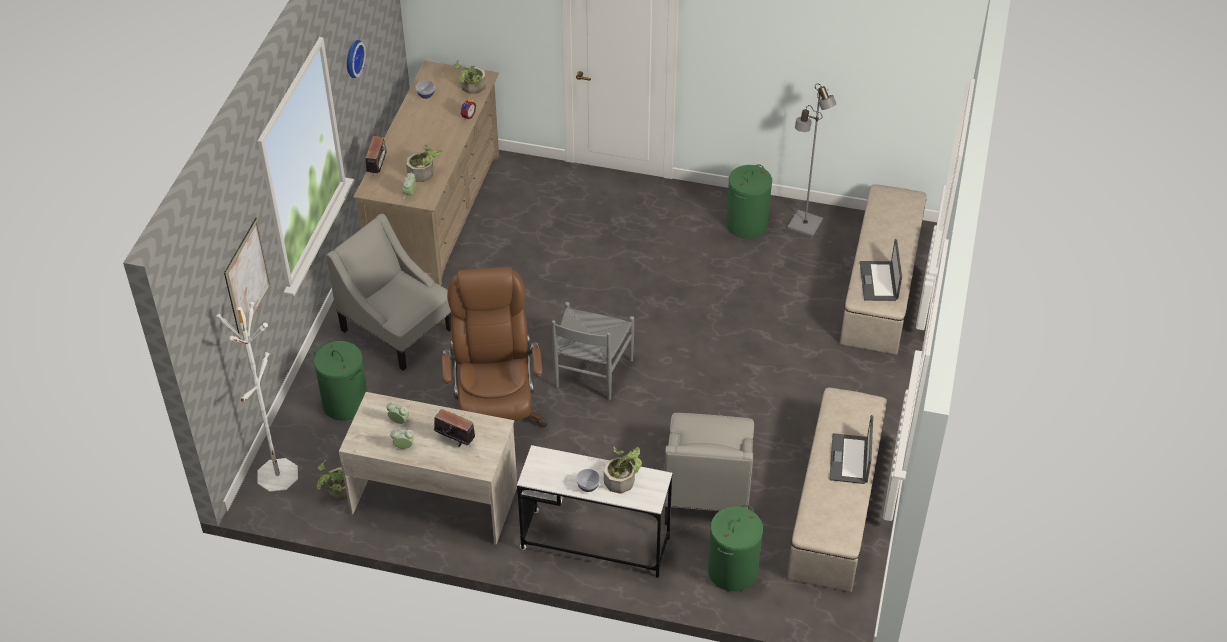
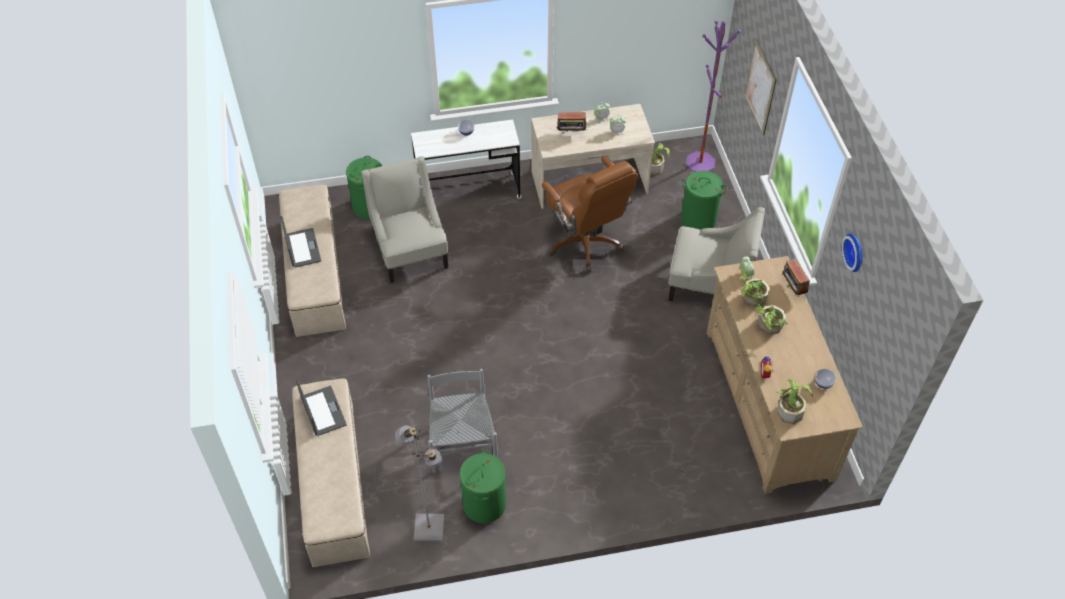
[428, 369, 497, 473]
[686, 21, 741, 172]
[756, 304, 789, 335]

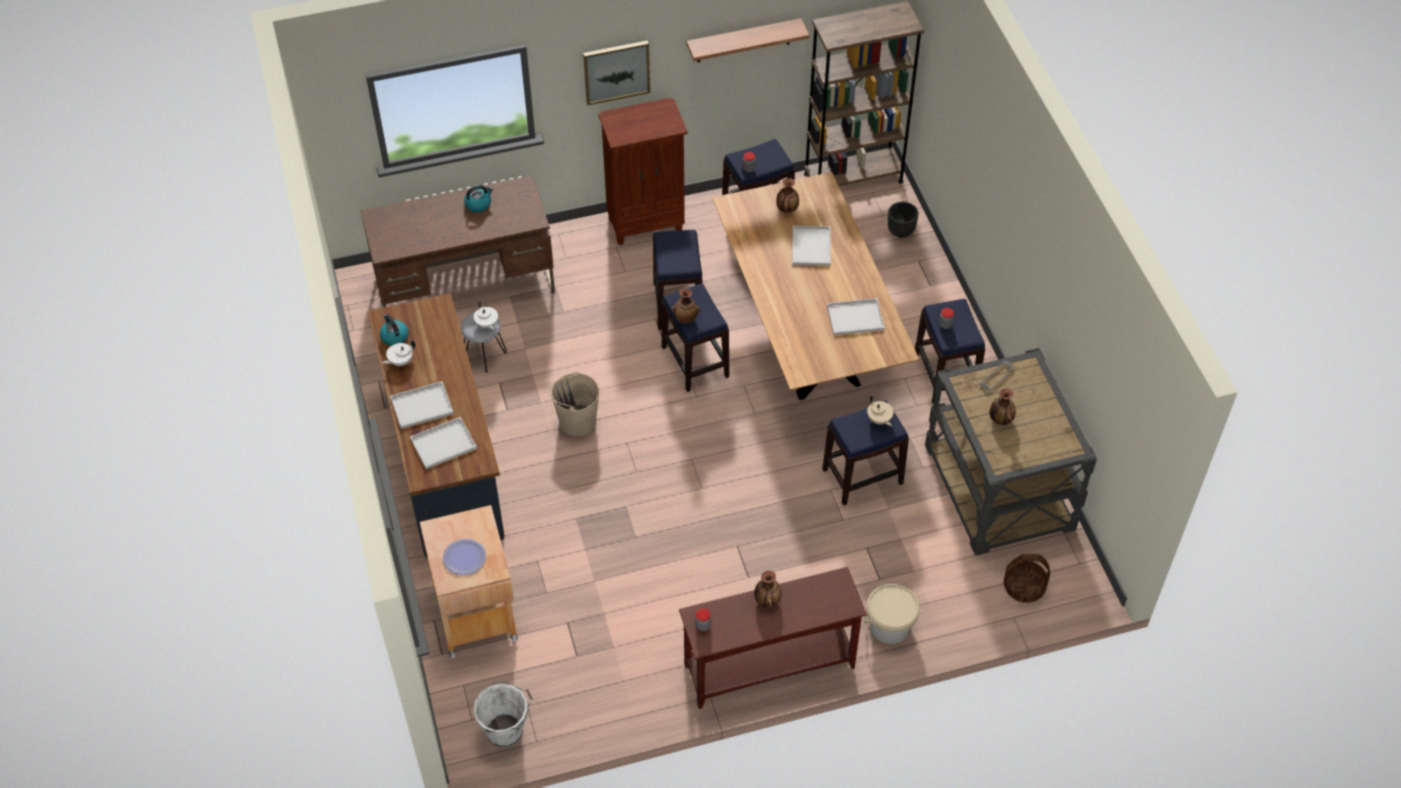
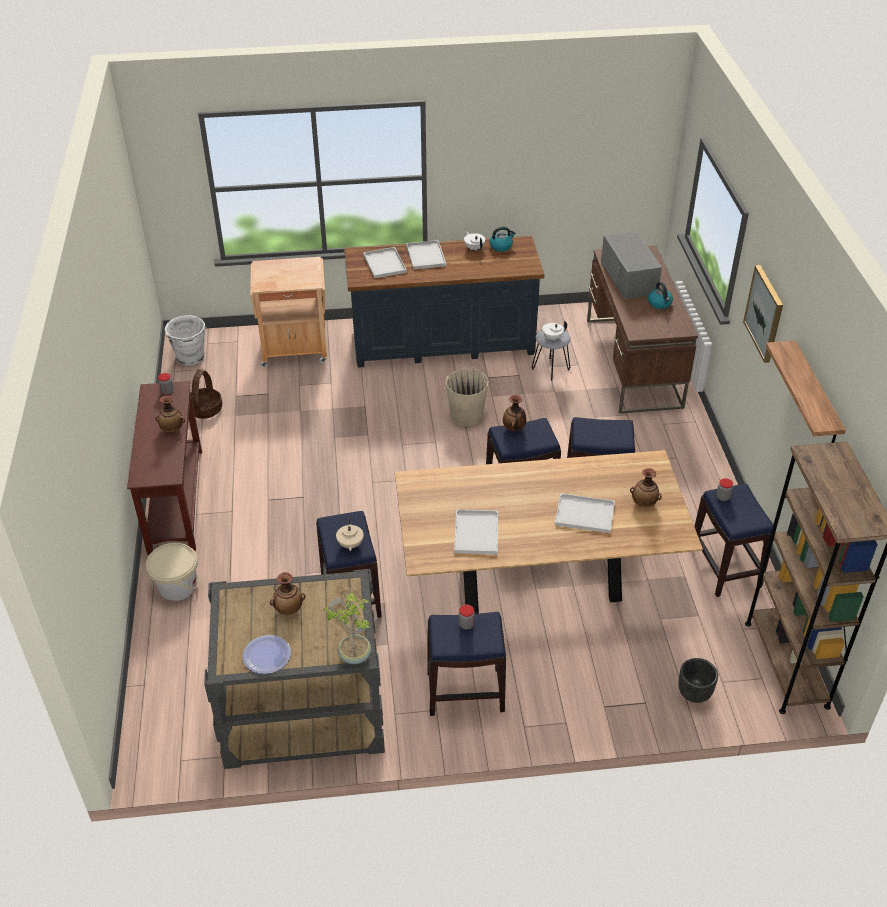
[191, 370, 222, 419]
[243, 635, 291, 674]
[324, 592, 371, 664]
[336, 517, 364, 551]
[601, 231, 662, 299]
[598, 98, 688, 245] (first image)

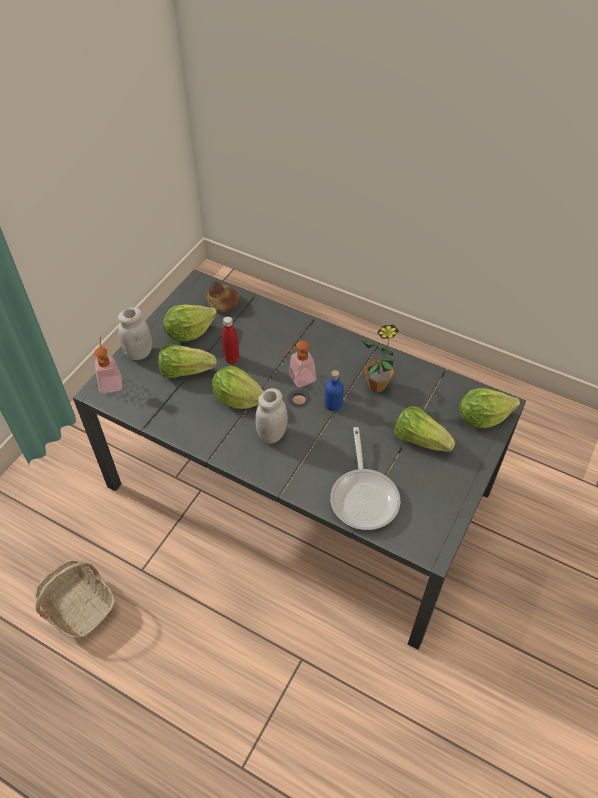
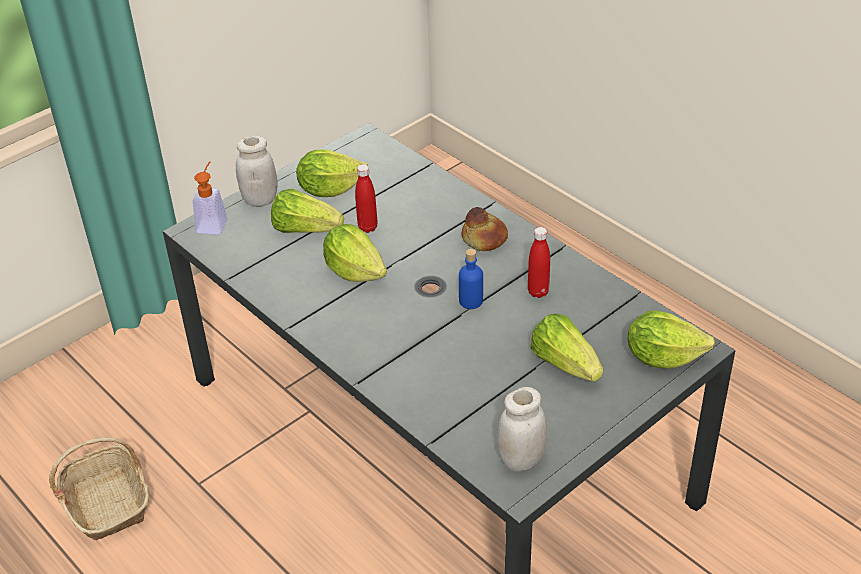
[462, 207, 508, 251]
[497, 387, 547, 472]
[528, 227, 550, 298]
[283, 341, 316, 388] (first image)
[330, 427, 400, 530] (first image)

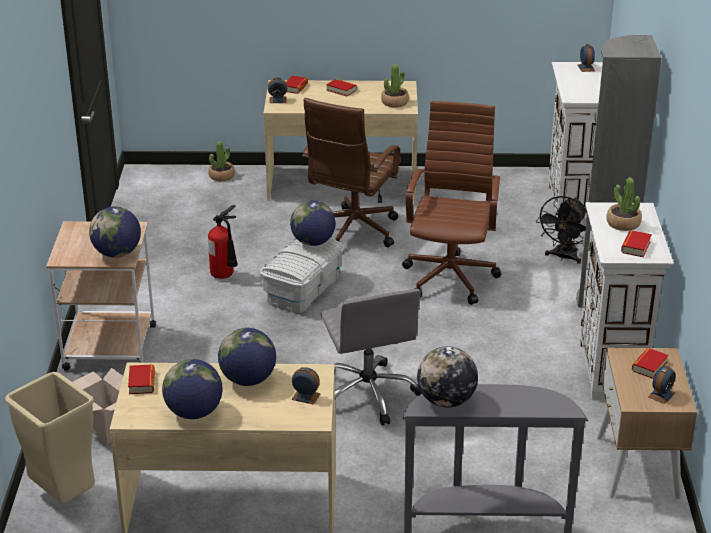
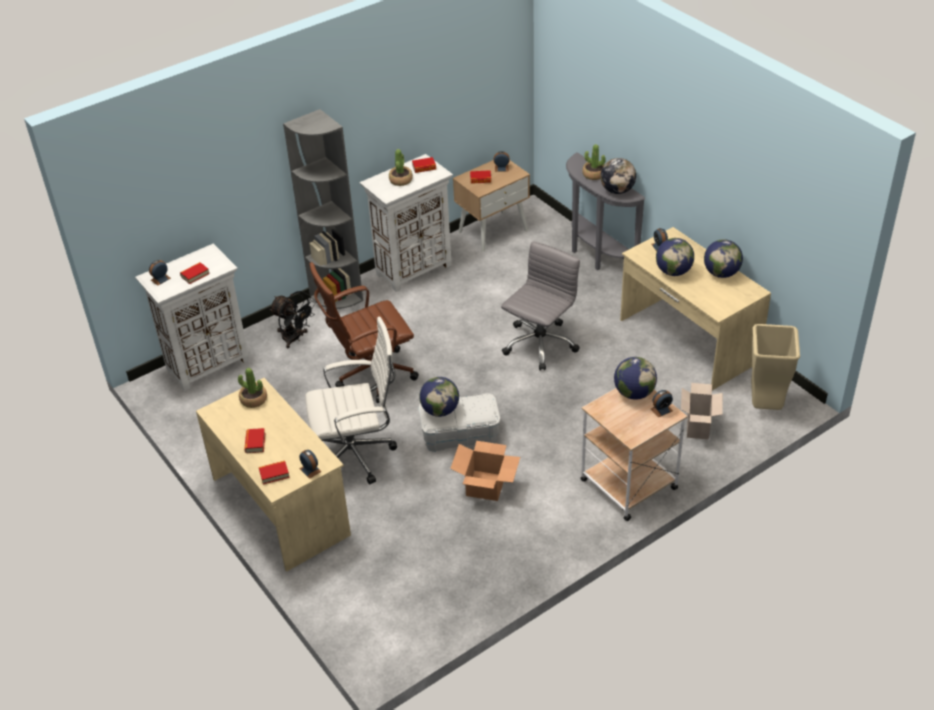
[180, 262, 210, 284]
[269, 291, 316, 348]
[305, 317, 397, 484]
[450, 441, 520, 501]
[582, 144, 606, 180]
[651, 390, 673, 417]

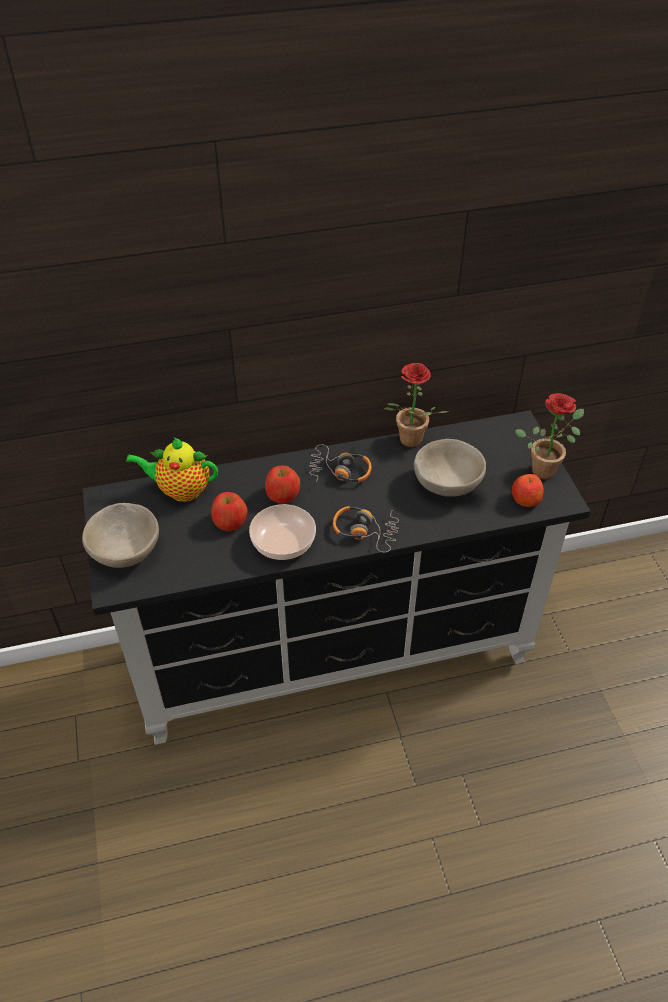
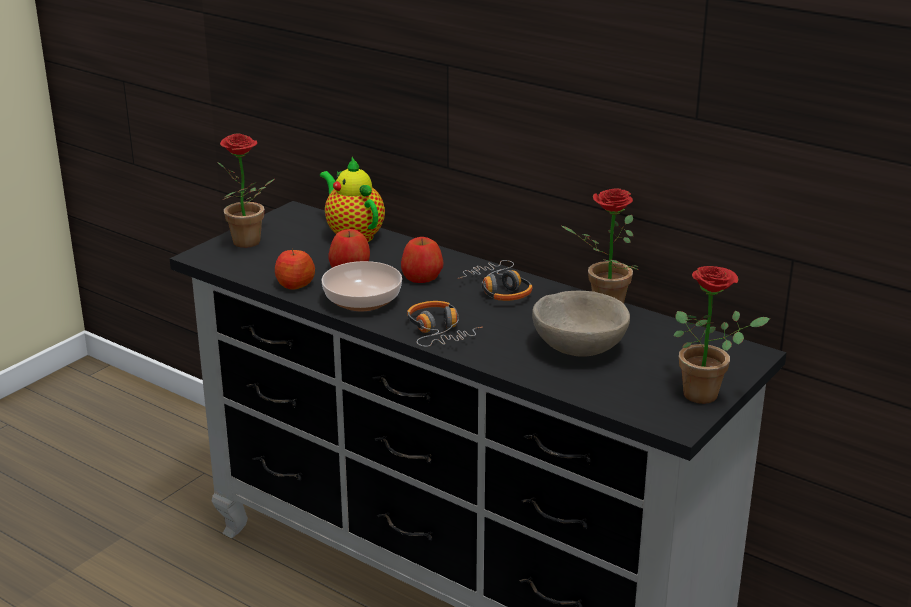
[218, 133, 274, 248]
[275, 248, 315, 290]

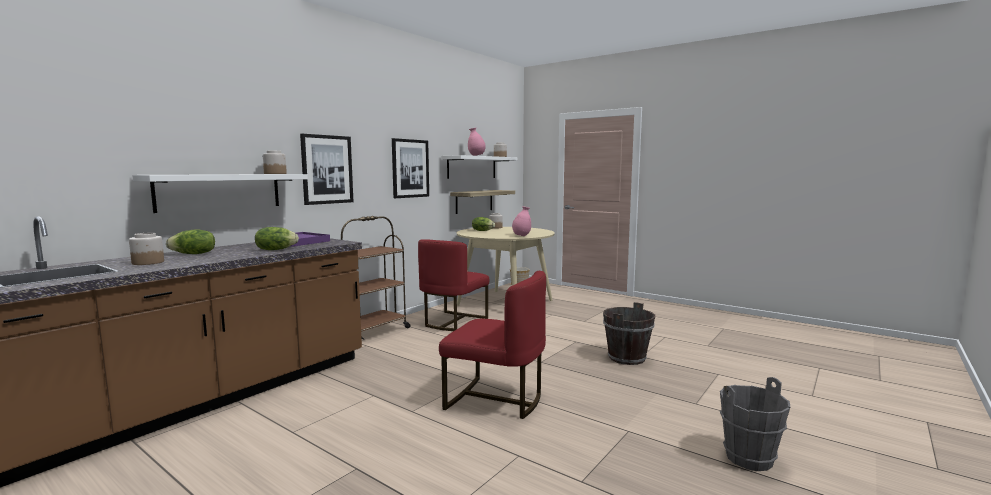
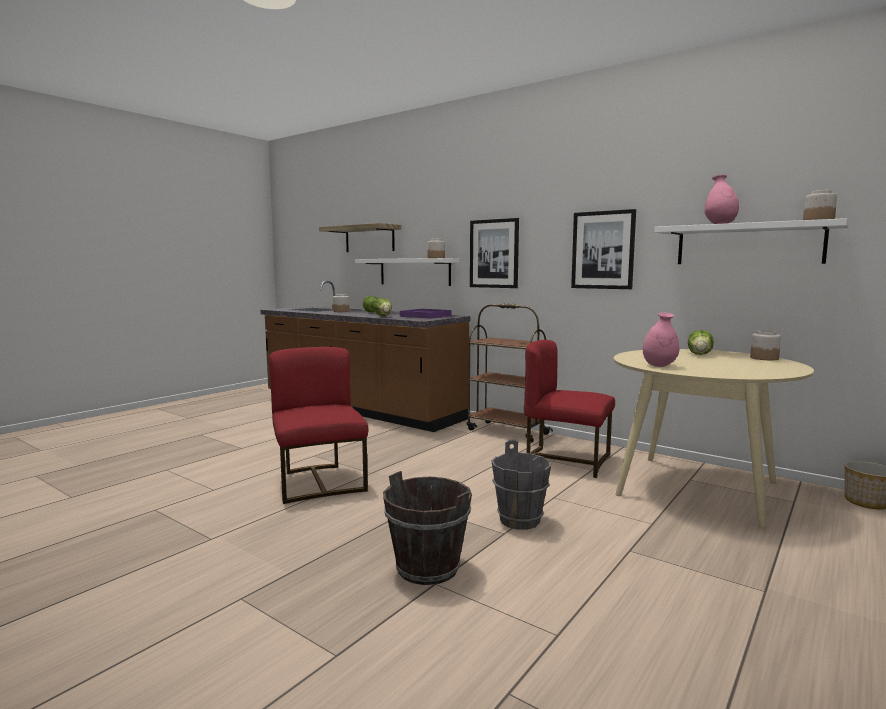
[269, 347, 368, 504]
[319, 223, 401, 252]
[492, 440, 551, 530]

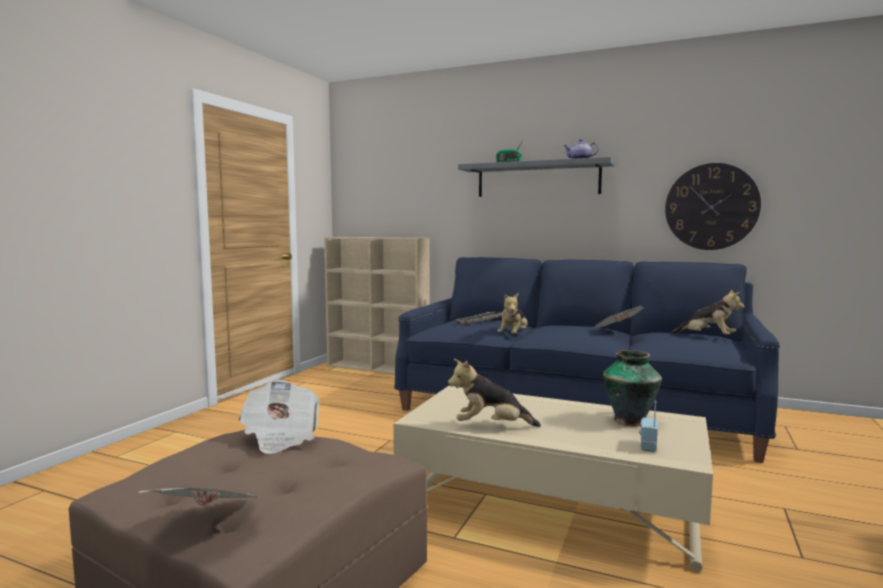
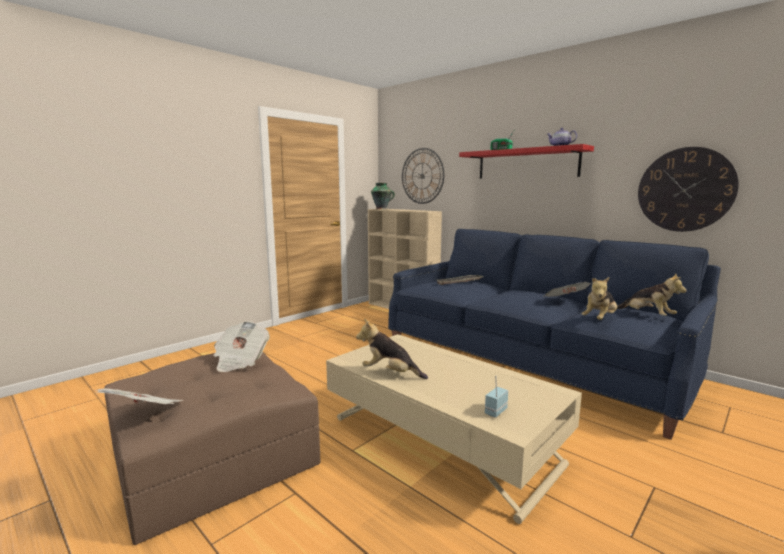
[371, 183, 395, 209]
[402, 148, 444, 204]
[459, 144, 594, 179]
[582, 277, 617, 320]

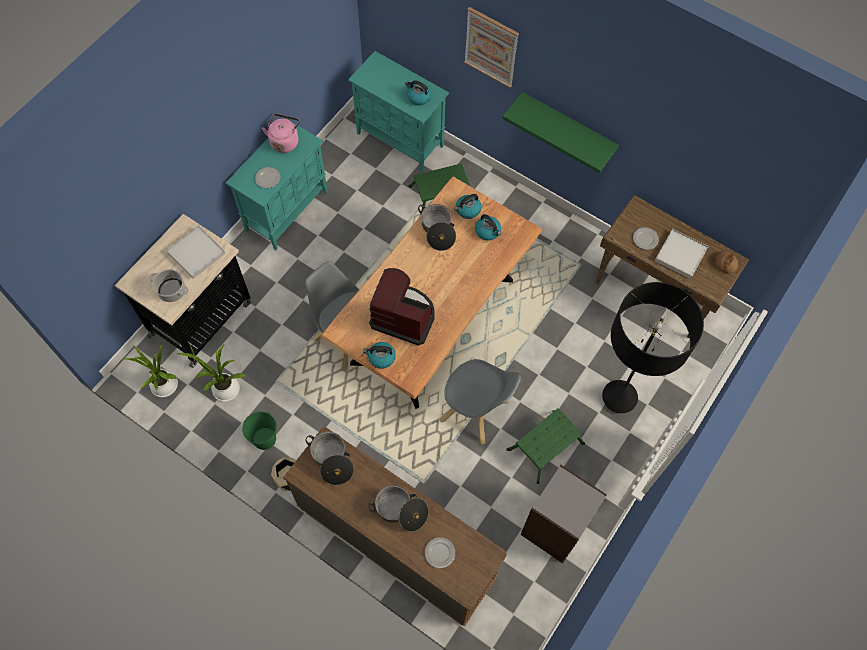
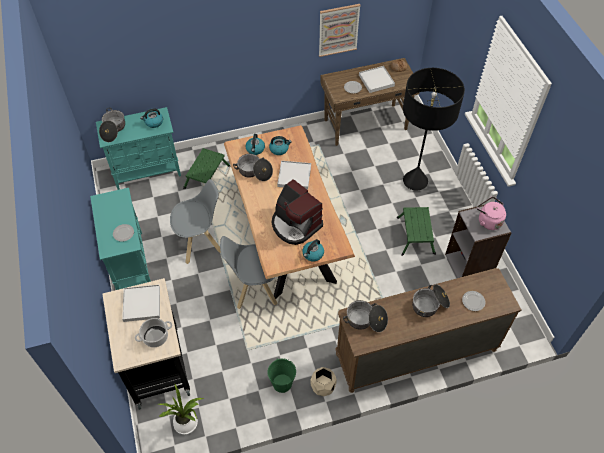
[99, 108, 125, 142]
[170, 179, 221, 264]
[272, 179, 323, 245]
[277, 161, 311, 190]
[319, 4, 361, 57]
[477, 197, 506, 230]
[178, 343, 246, 402] (first image)
[502, 92, 619, 173] (first image)

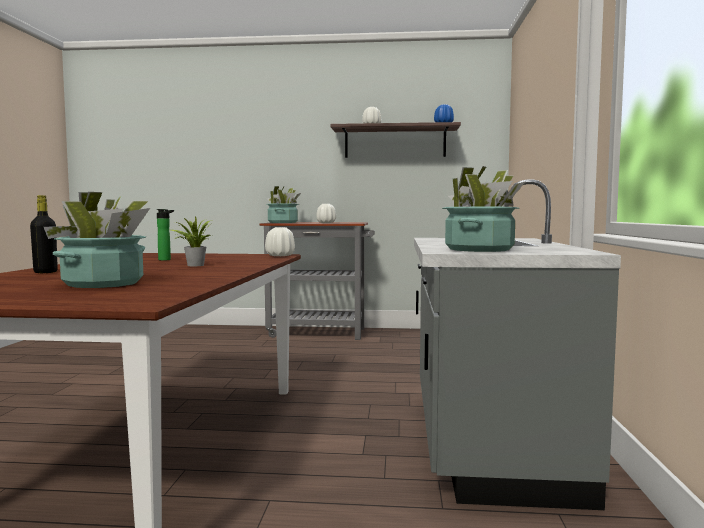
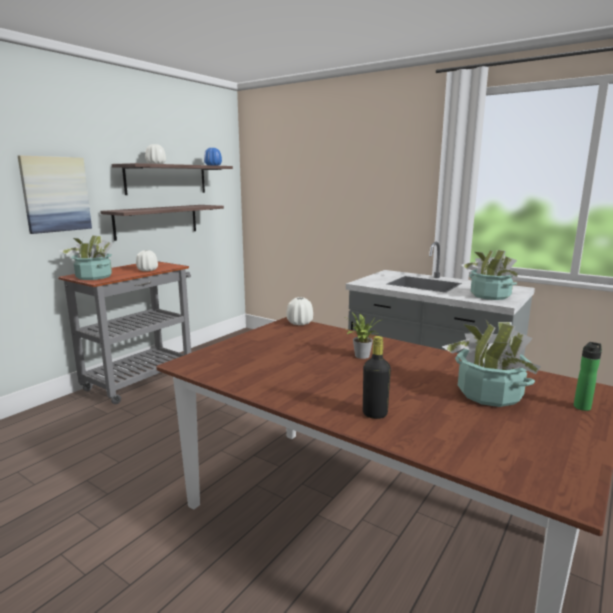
[18, 156, 92, 234]
[100, 205, 224, 241]
[574, 342, 602, 411]

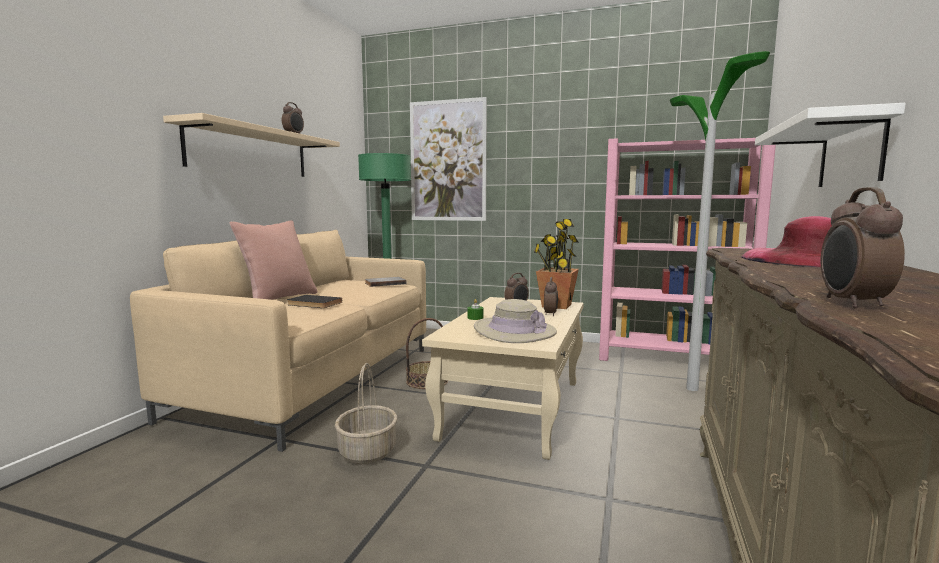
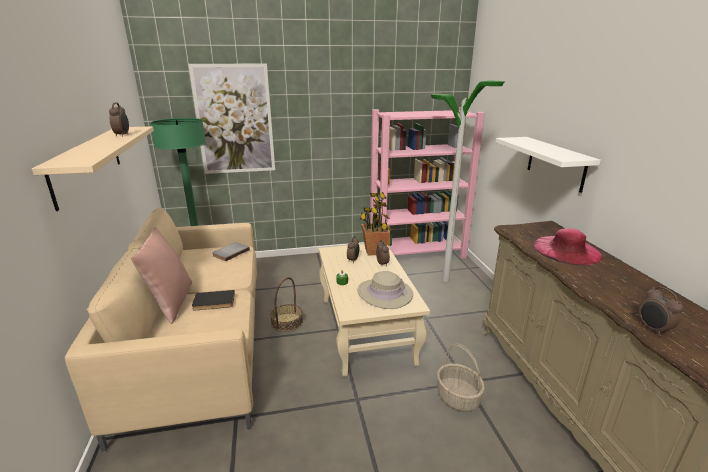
[437, 343, 485, 412]

